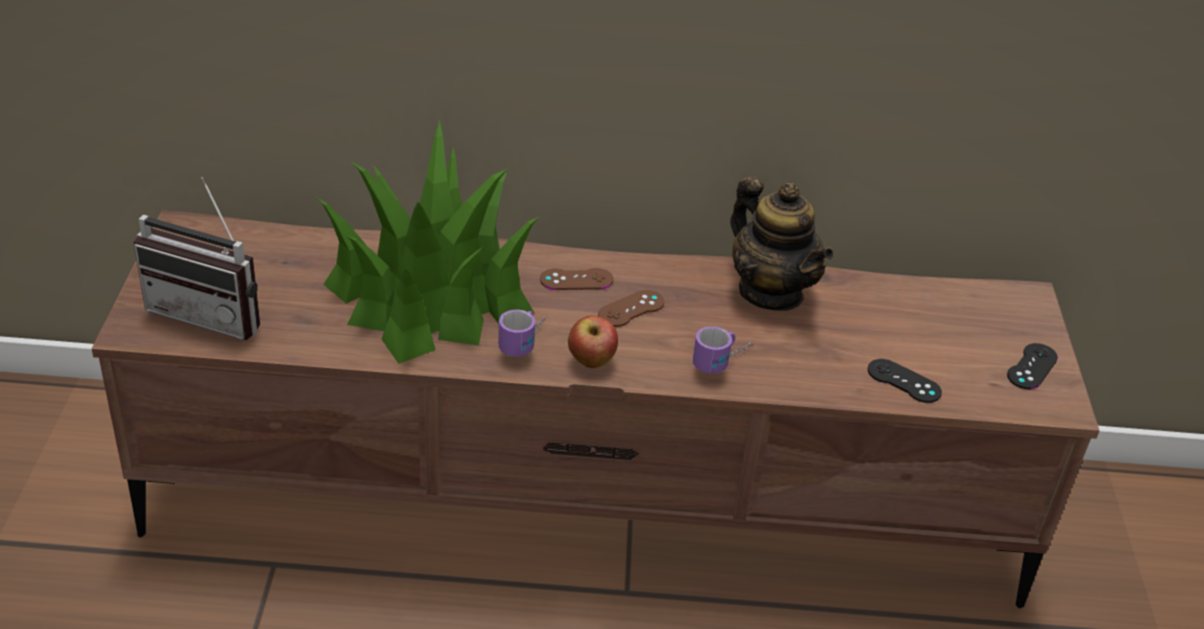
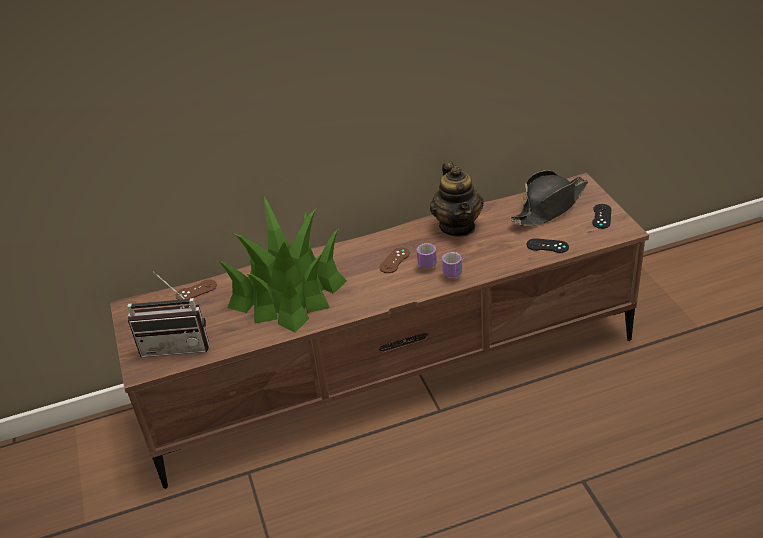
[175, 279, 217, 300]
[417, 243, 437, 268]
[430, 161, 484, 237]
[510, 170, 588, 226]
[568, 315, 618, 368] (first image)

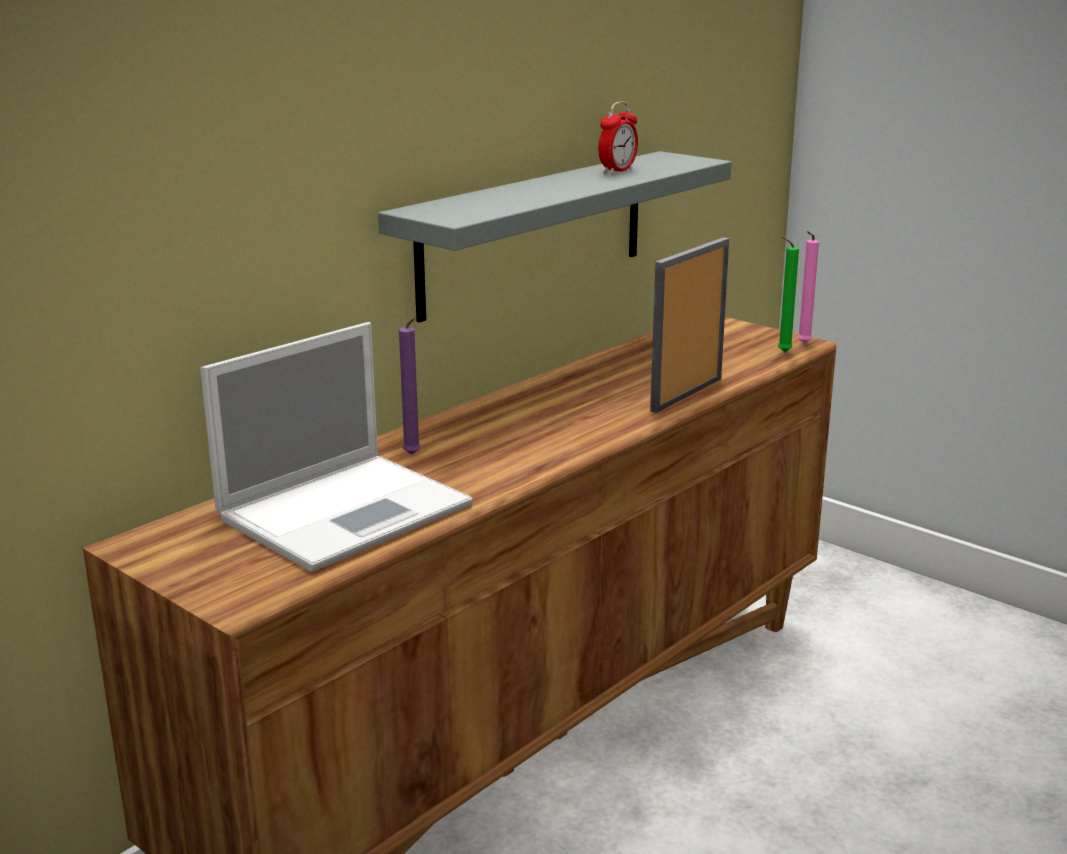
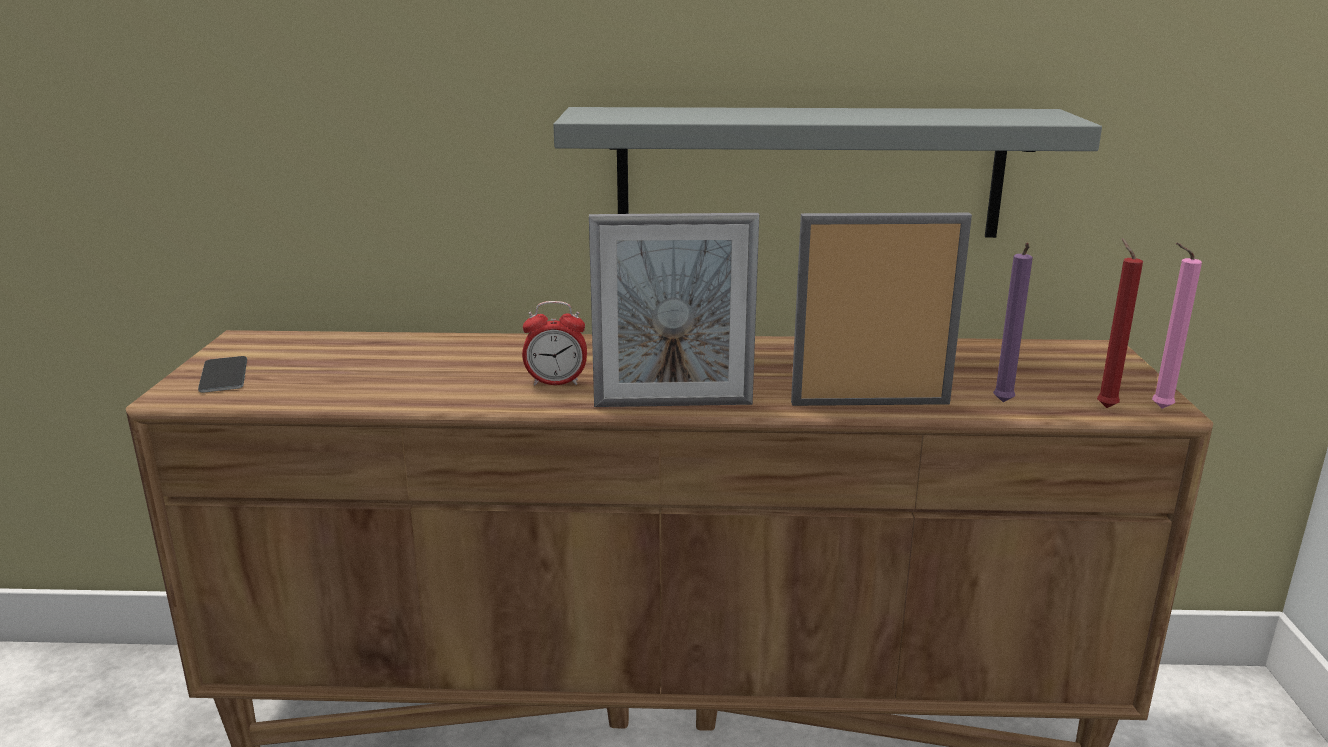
[198, 356, 247, 393]
[522, 301, 587, 386]
[589, 213, 759, 407]
[993, 243, 1033, 402]
[1097, 238, 1143, 408]
[200, 322, 473, 572] (first image)

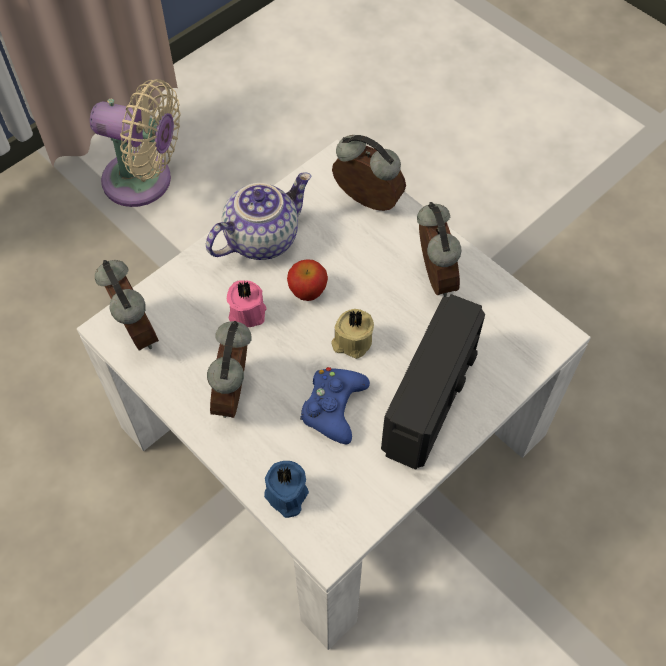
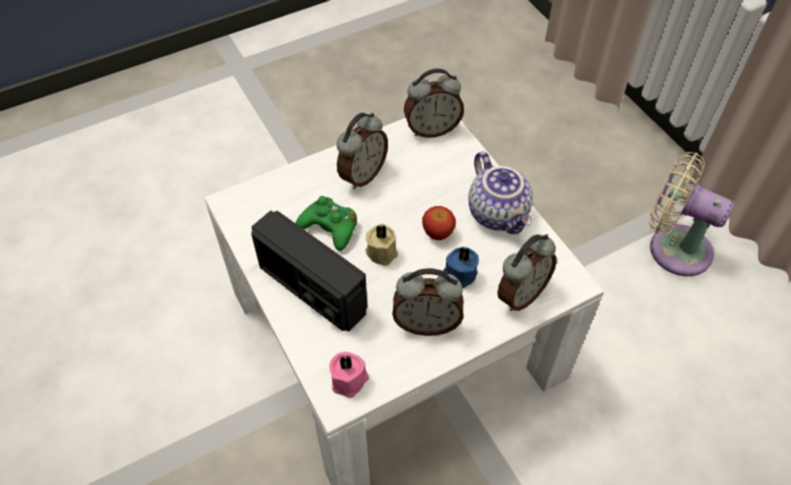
[296, 196, 357, 251]
[329, 352, 369, 398]
[337, 113, 388, 189]
[443, 246, 479, 288]
[648, 152, 734, 276]

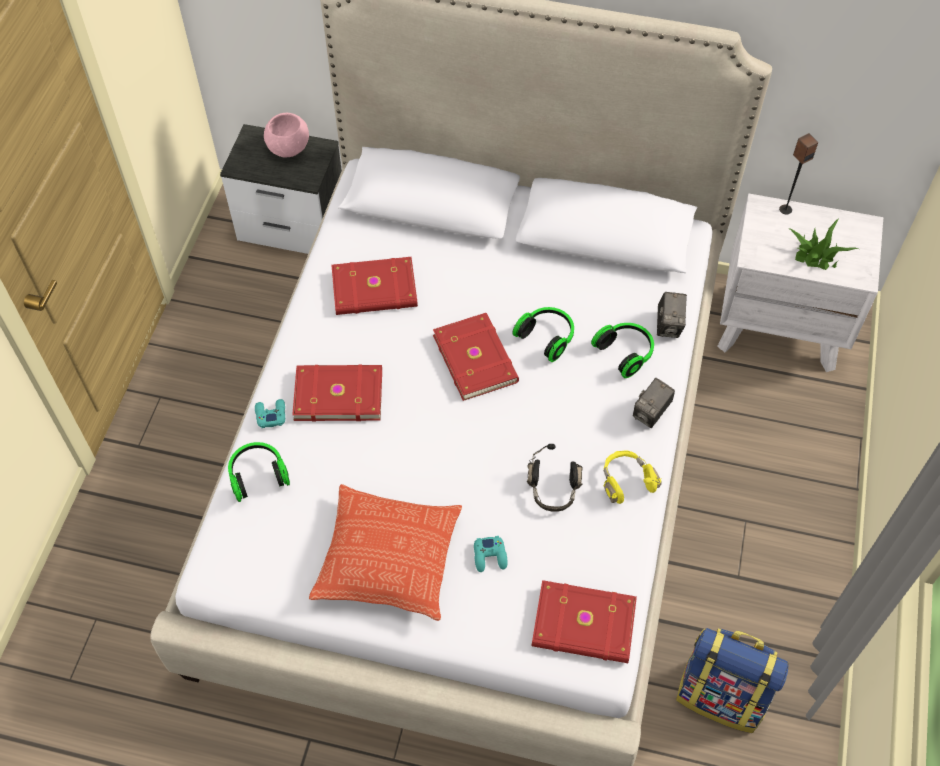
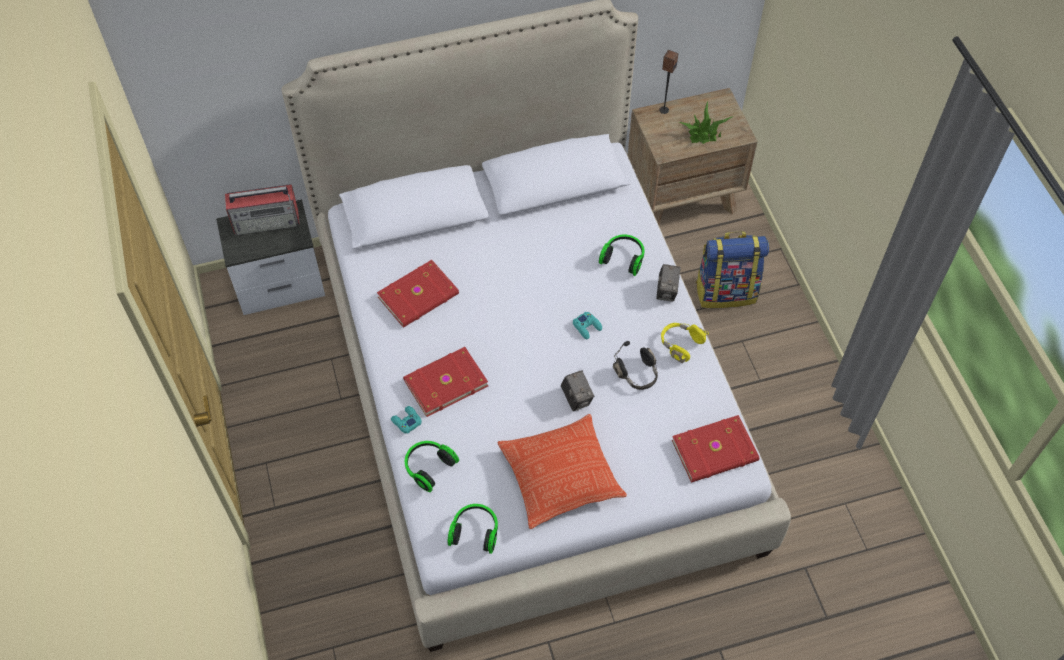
[225, 184, 300, 235]
[447, 504, 498, 554]
[561, 370, 594, 411]
[573, 311, 602, 339]
[628, 88, 758, 226]
[695, 231, 769, 308]
[433, 313, 519, 401] (first image)

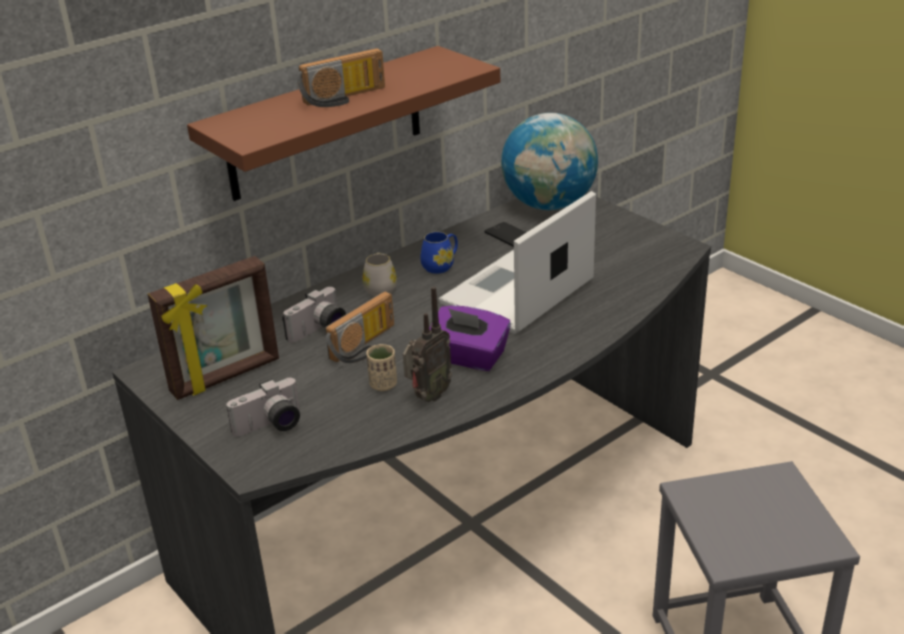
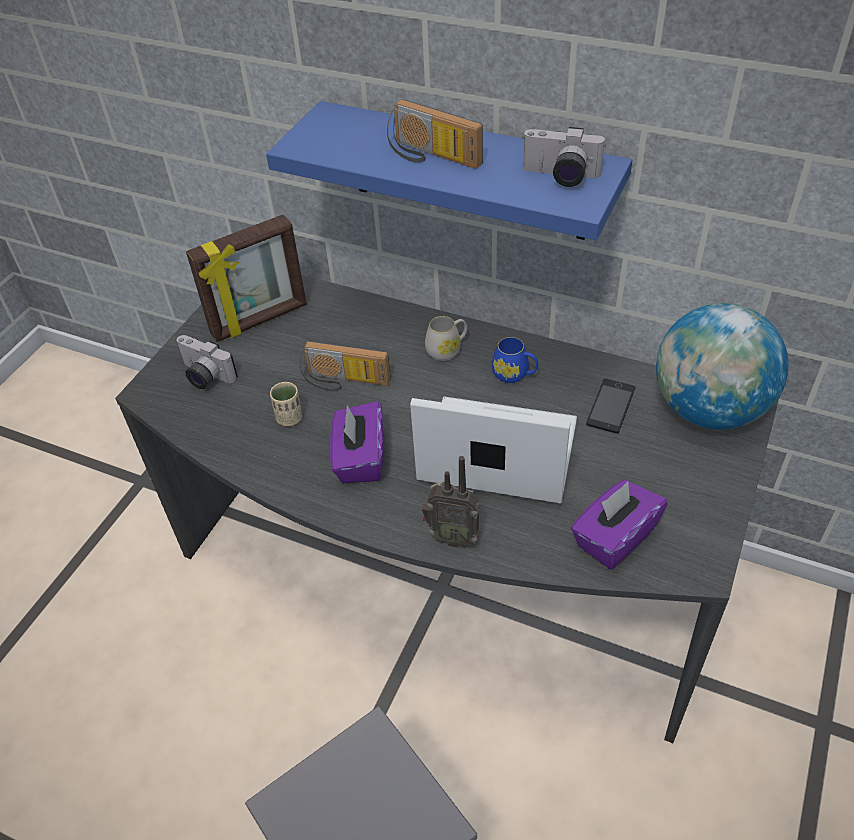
[186, 214, 307, 342]
[266, 101, 633, 240]
[422, 456, 480, 548]
[522, 127, 606, 187]
[571, 480, 668, 569]

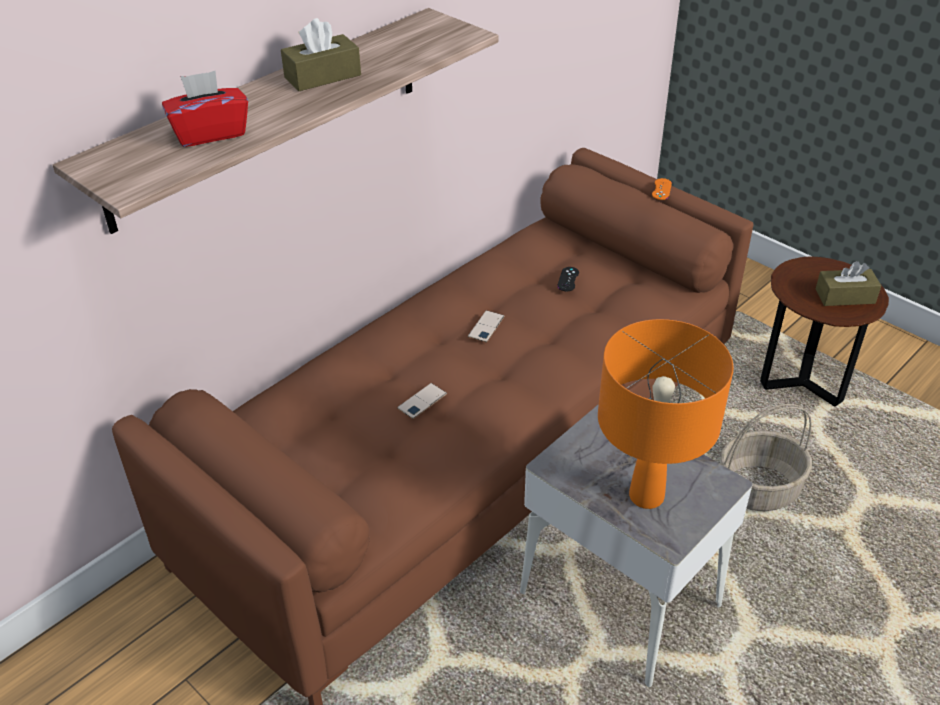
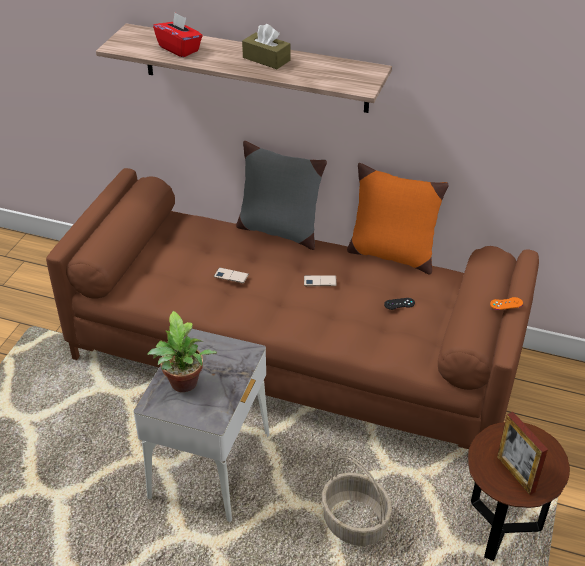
[147, 311, 217, 392]
[236, 141, 327, 250]
[347, 163, 448, 274]
[497, 412, 548, 495]

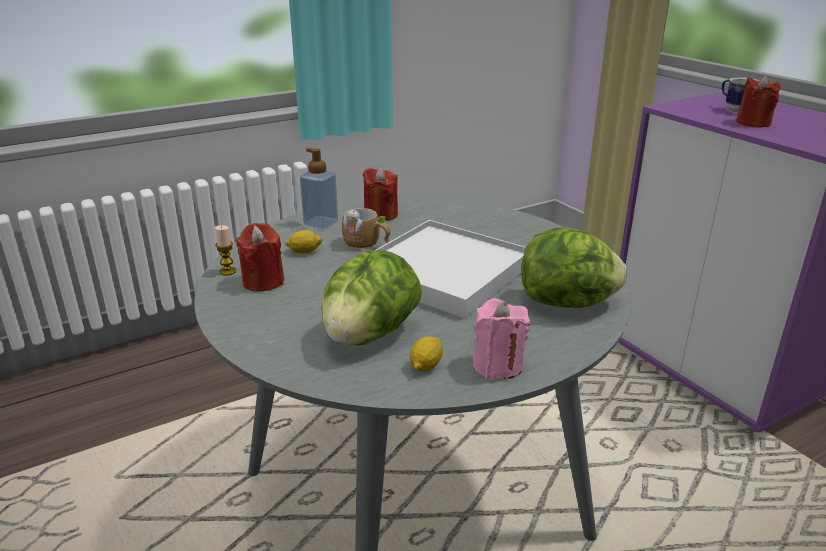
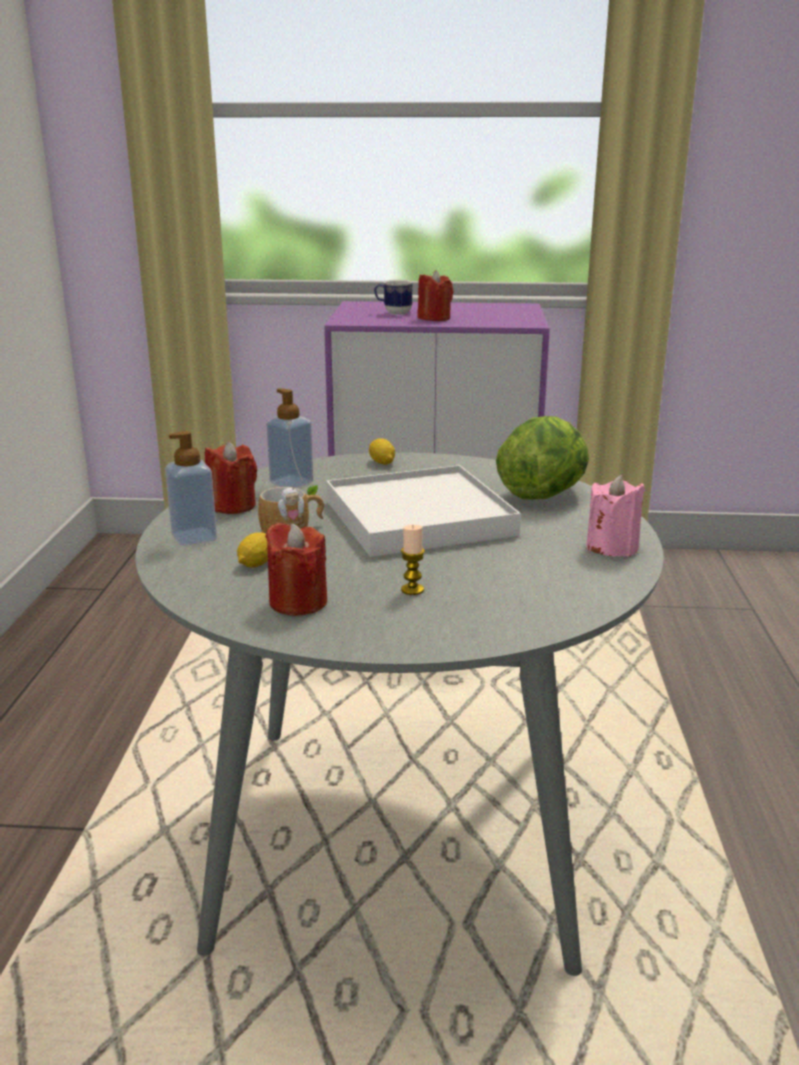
[267, 388, 313, 488]
[369, 438, 395, 465]
[401, 525, 425, 595]
[321, 250, 422, 345] (first image)

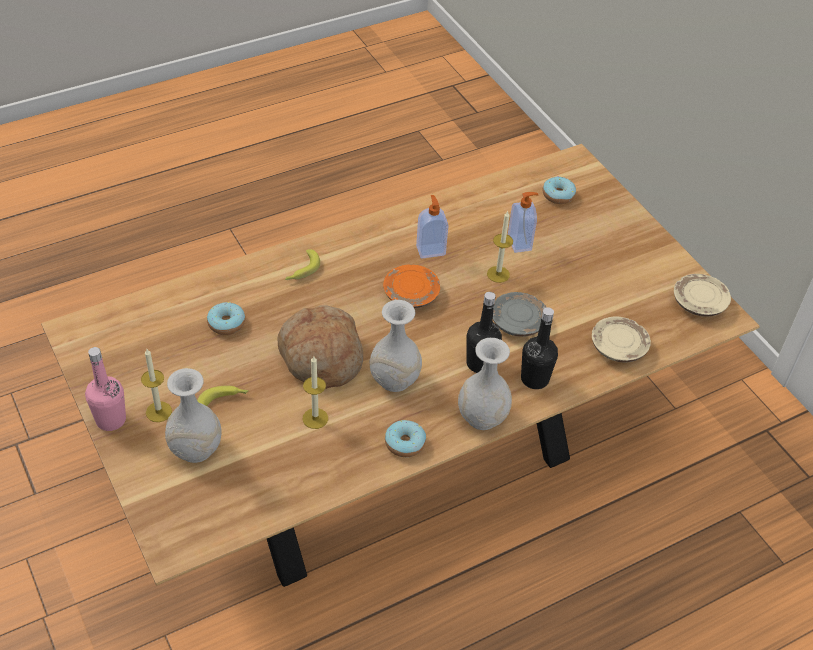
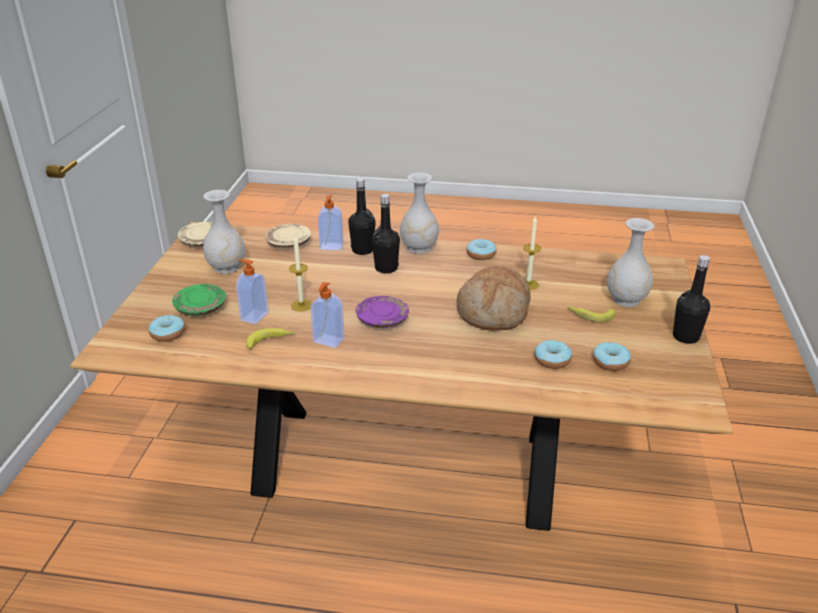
[172, 284, 226, 316]
[203, 190, 245, 274]
[246, 328, 295, 349]
[318, 195, 343, 250]
[356, 296, 409, 328]
[593, 342, 631, 371]
[673, 255, 710, 344]
[141, 349, 172, 422] (first image)
[493, 292, 547, 337] (first image)

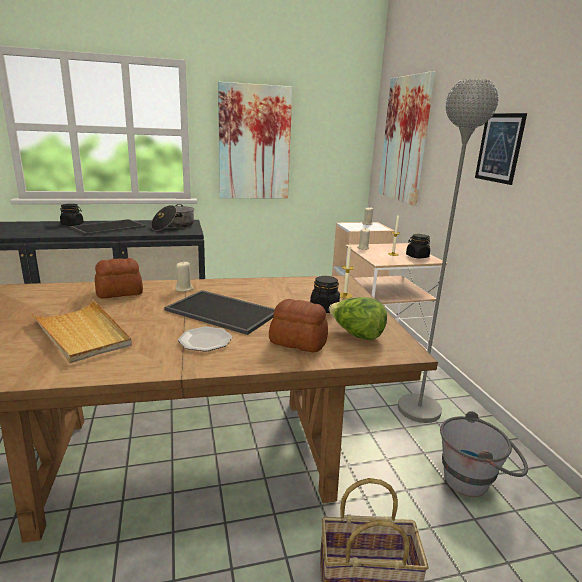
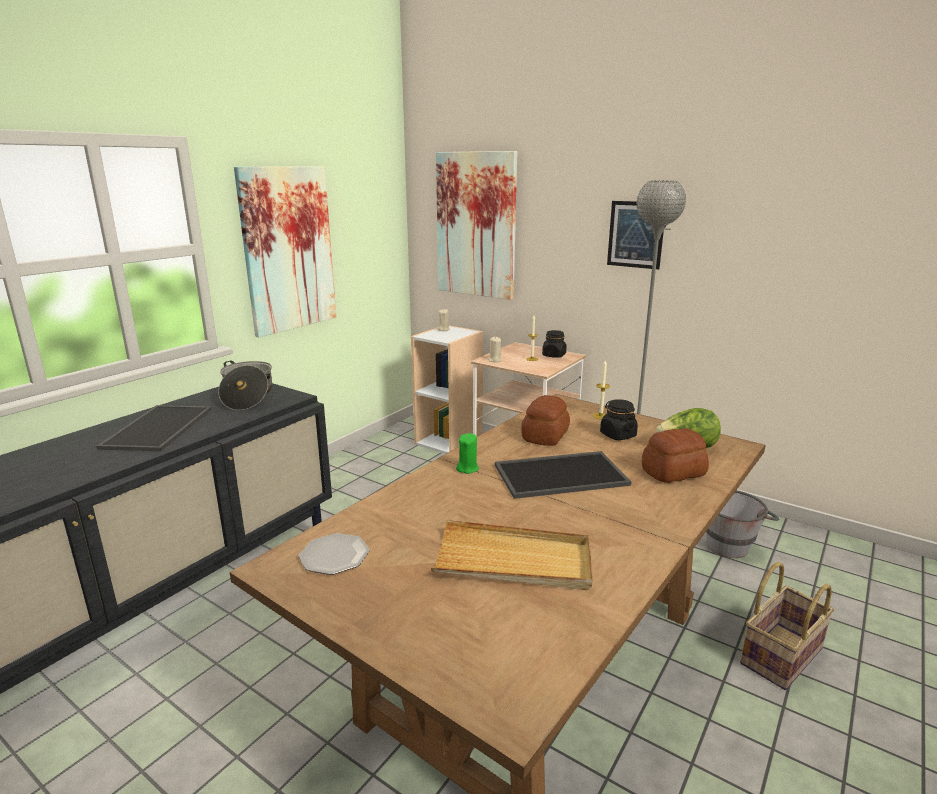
[299, 533, 370, 575]
[456, 433, 479, 474]
[521, 395, 570, 446]
[60, 204, 84, 226] (first image)

